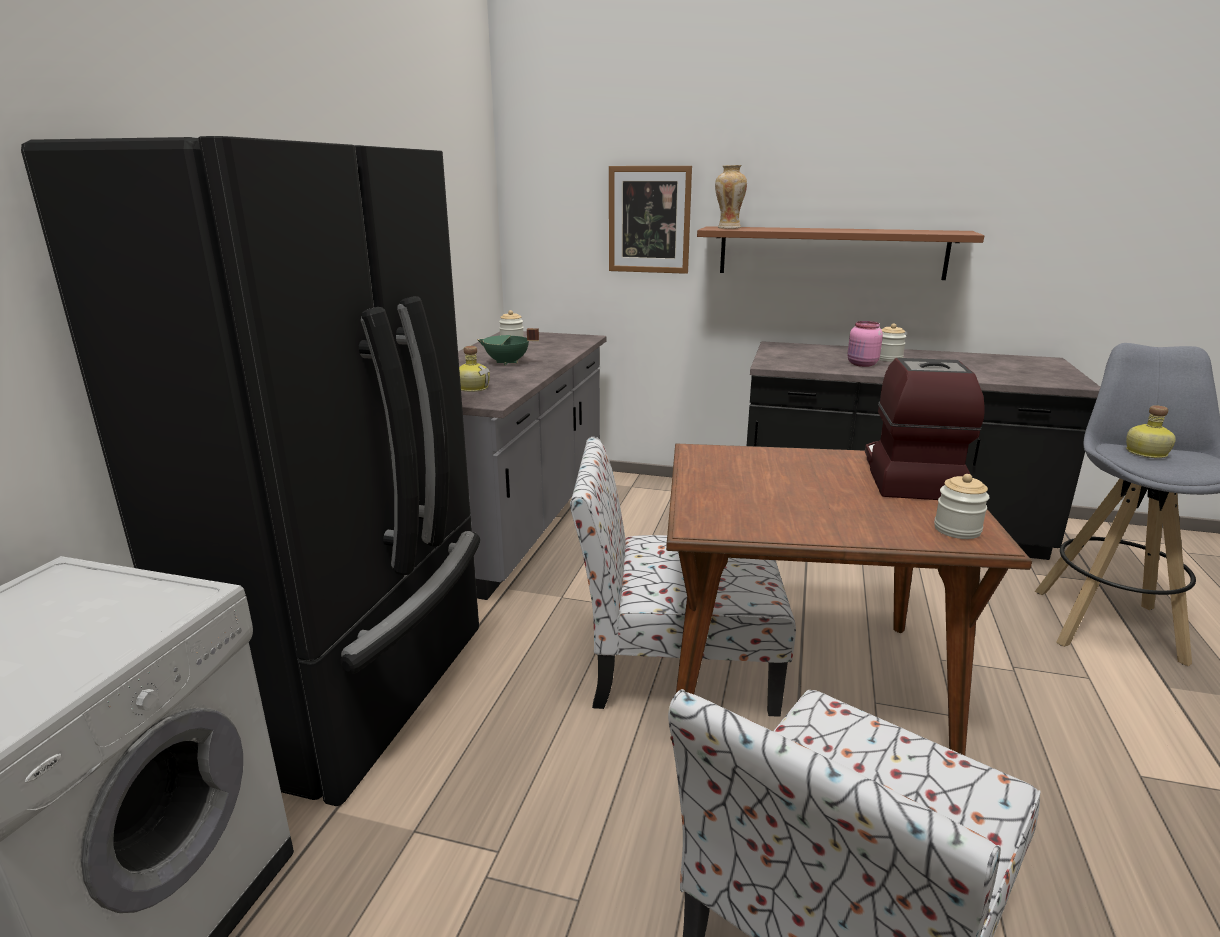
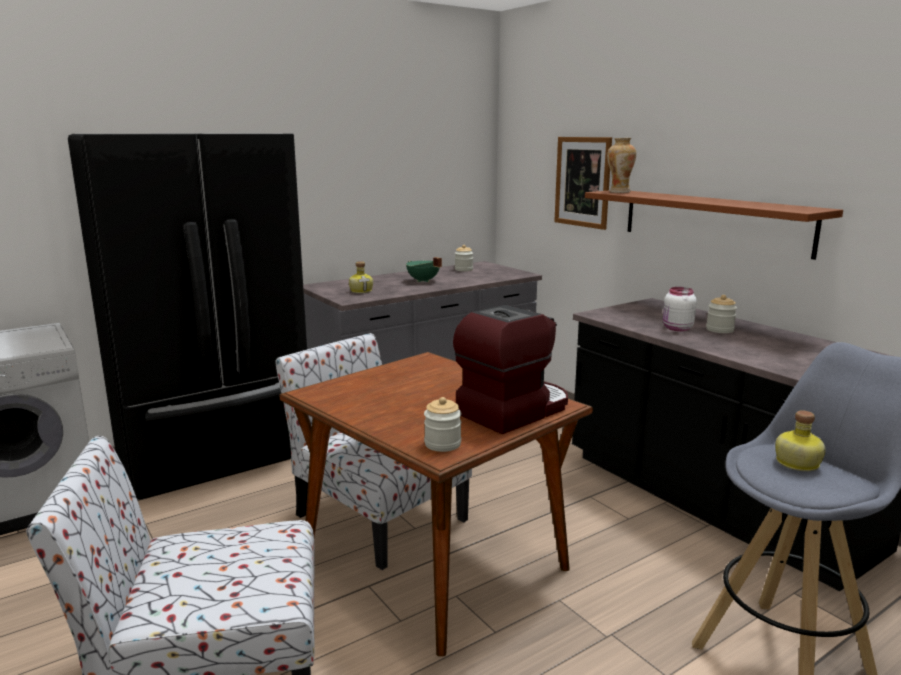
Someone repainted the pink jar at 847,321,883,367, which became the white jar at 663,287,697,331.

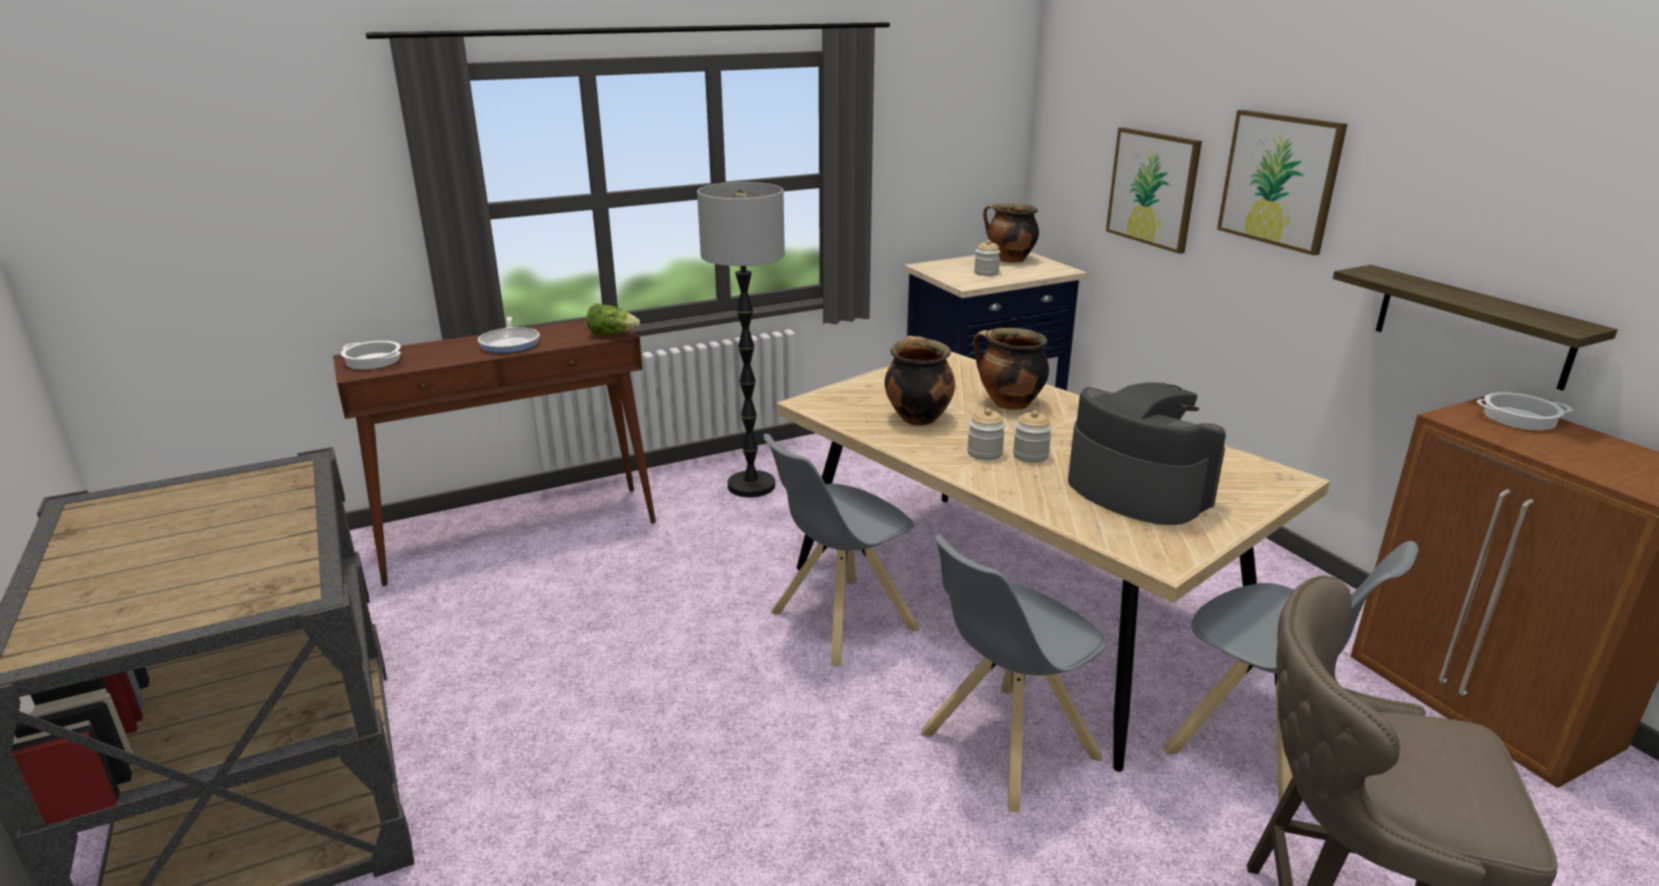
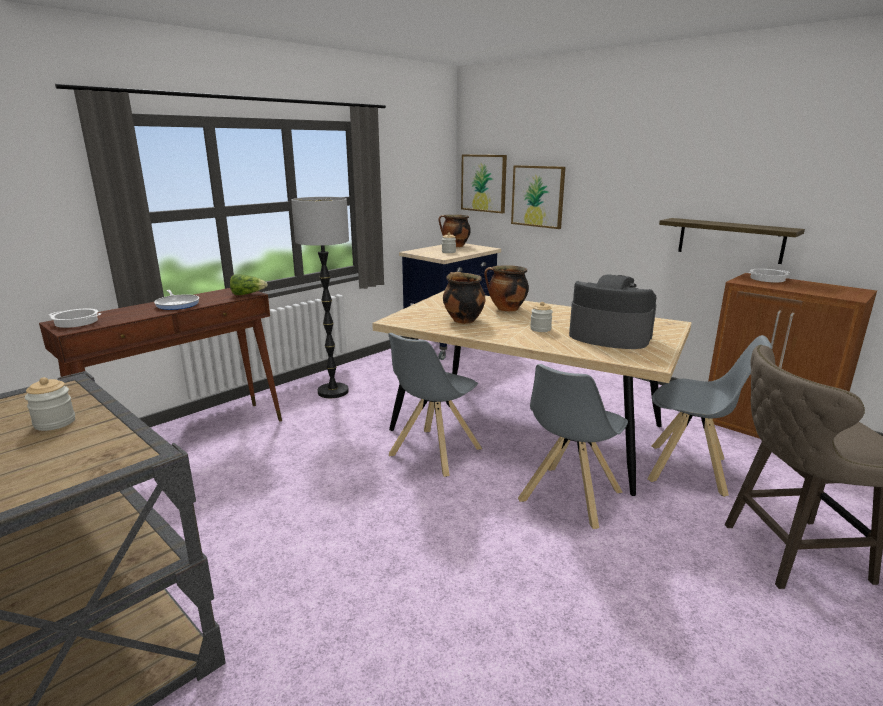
Someone carried the jar from 967,408,1005,460 to 25,377,75,431.
Someone carried the picture from 1217,110,1347,255 to 461,154,507,213.

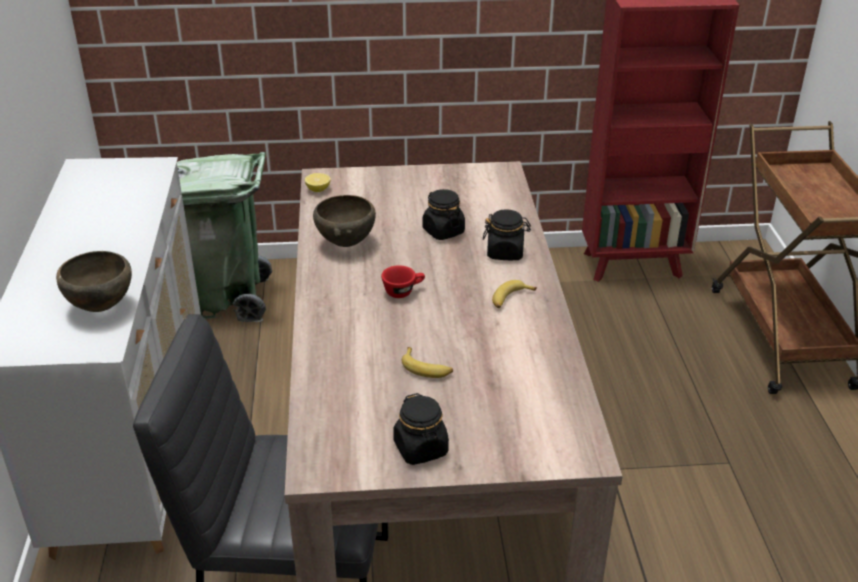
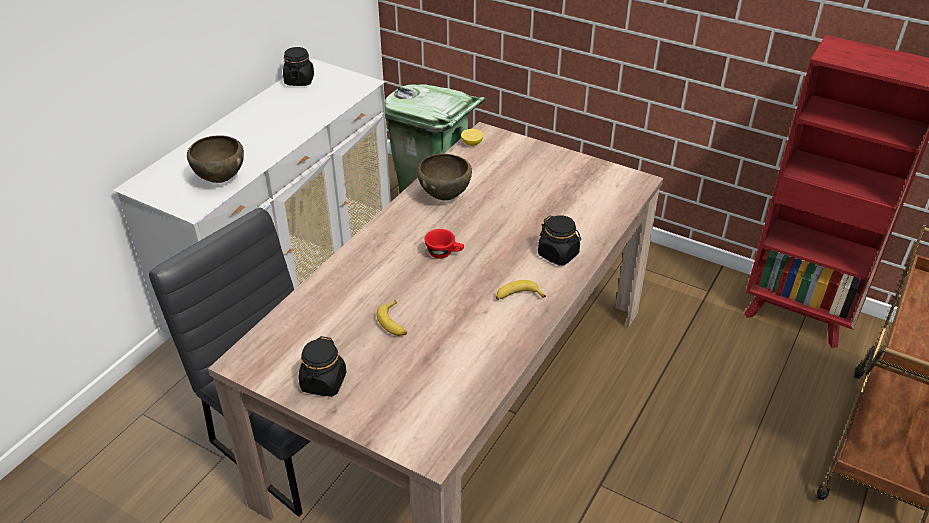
Someone carried the black jar from 422,189,465,240 to 283,47,314,86.

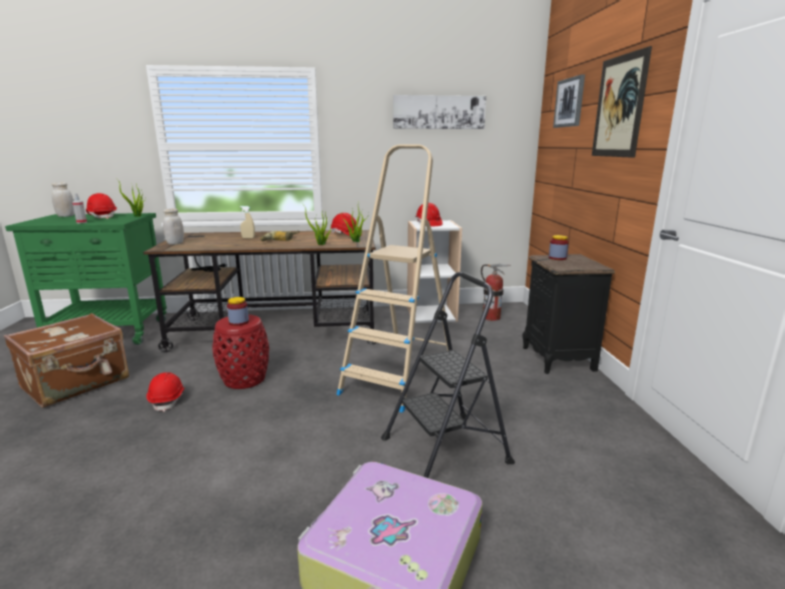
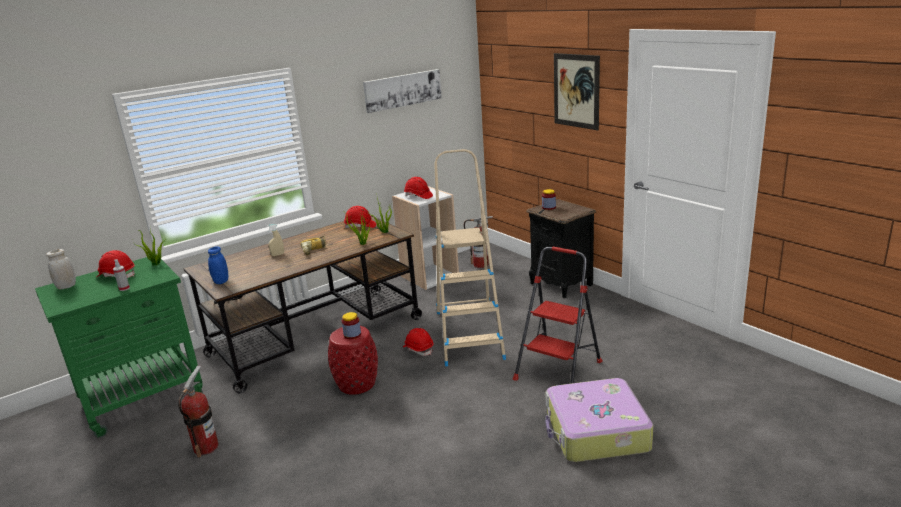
Someone took away the picture at 553,74,585,128.
Someone carried the red hard hat from 146,372,185,412 to 403,328,433,356.
Someone swapped the brown suitcase at 4,313,129,408 for the fire extinguisher at 178,366,219,458.
Someone repainted the white jar at 163,209,184,245, which became the blue jar at 208,246,228,284.
Someone repainted the black step ladder at 381,272,515,478, which became the red step ladder at 512,247,603,384.

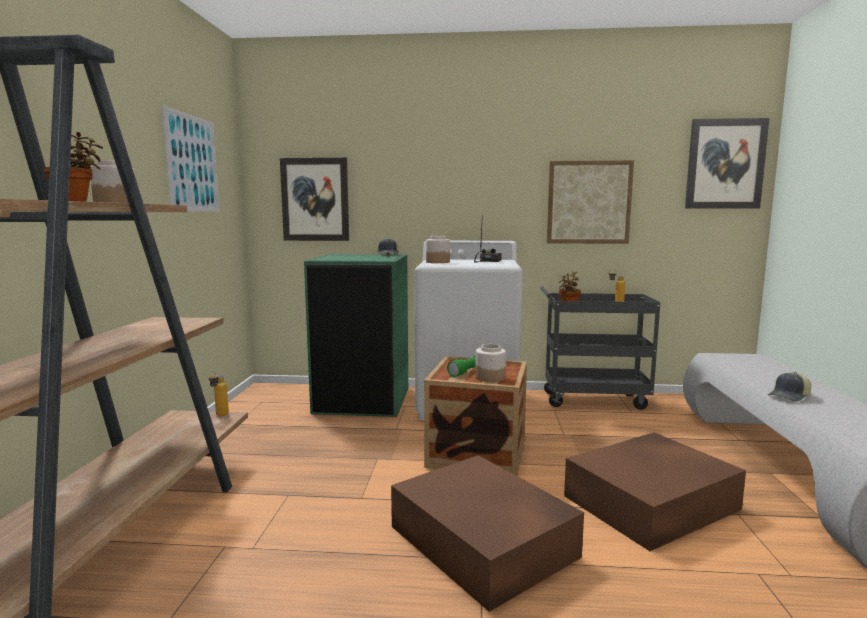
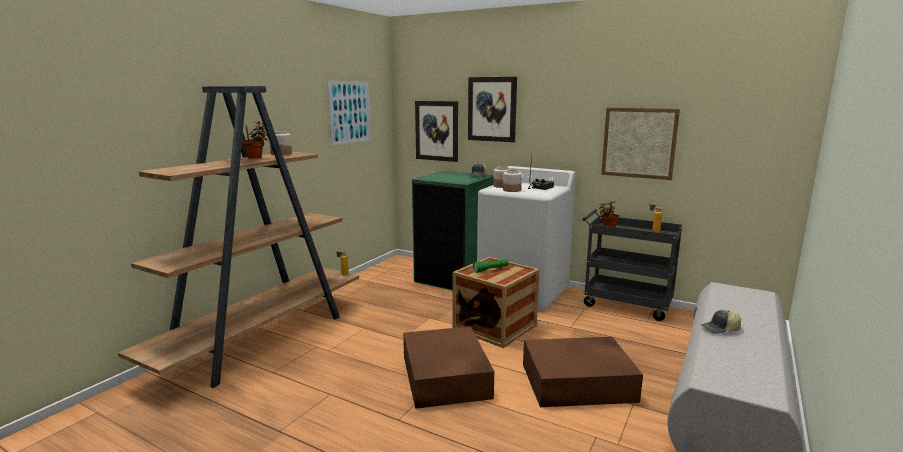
Someone carried the jar from 475,344,506,382 to 503,169,522,192.
Someone carried the picture from 685,118,770,209 to 468,77,517,142.

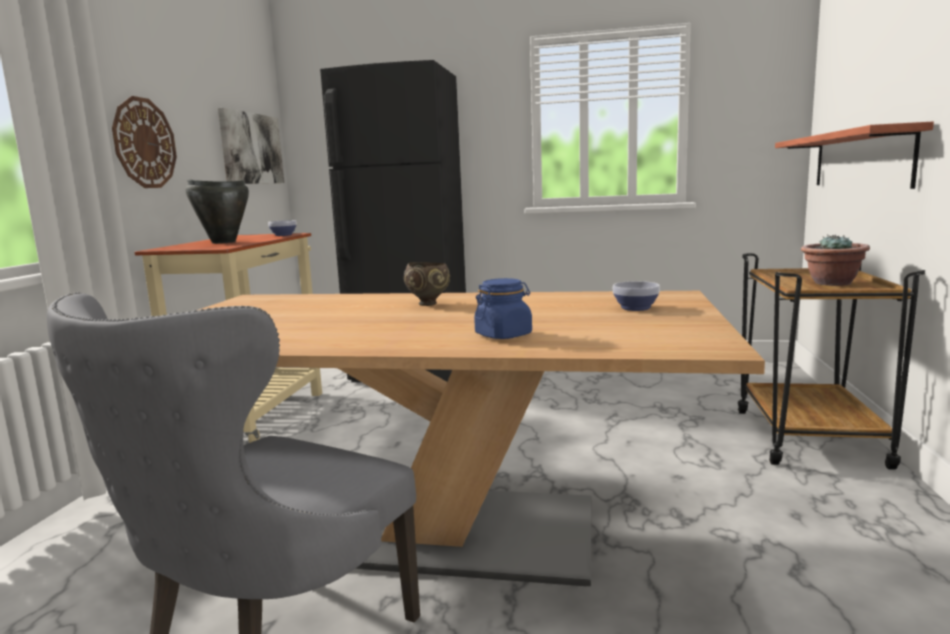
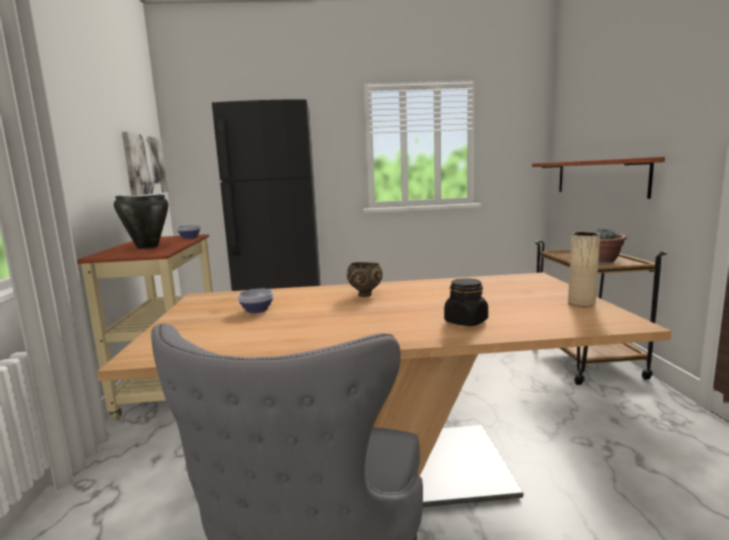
Someone took away the wall clock at 112,96,177,188.
Someone put down the beige vase at 568,232,600,306.
Someone carried the bowl from 613,281,660,311 to 238,289,274,313.
Someone repainted the blue jar at 474,278,532,339, which became the black jar at 444,278,488,326.

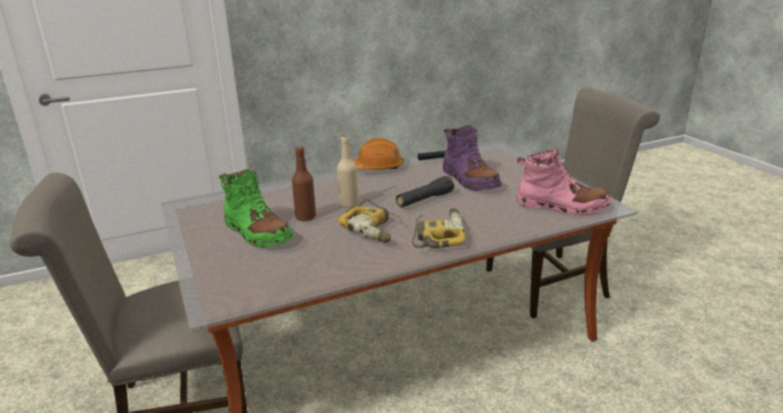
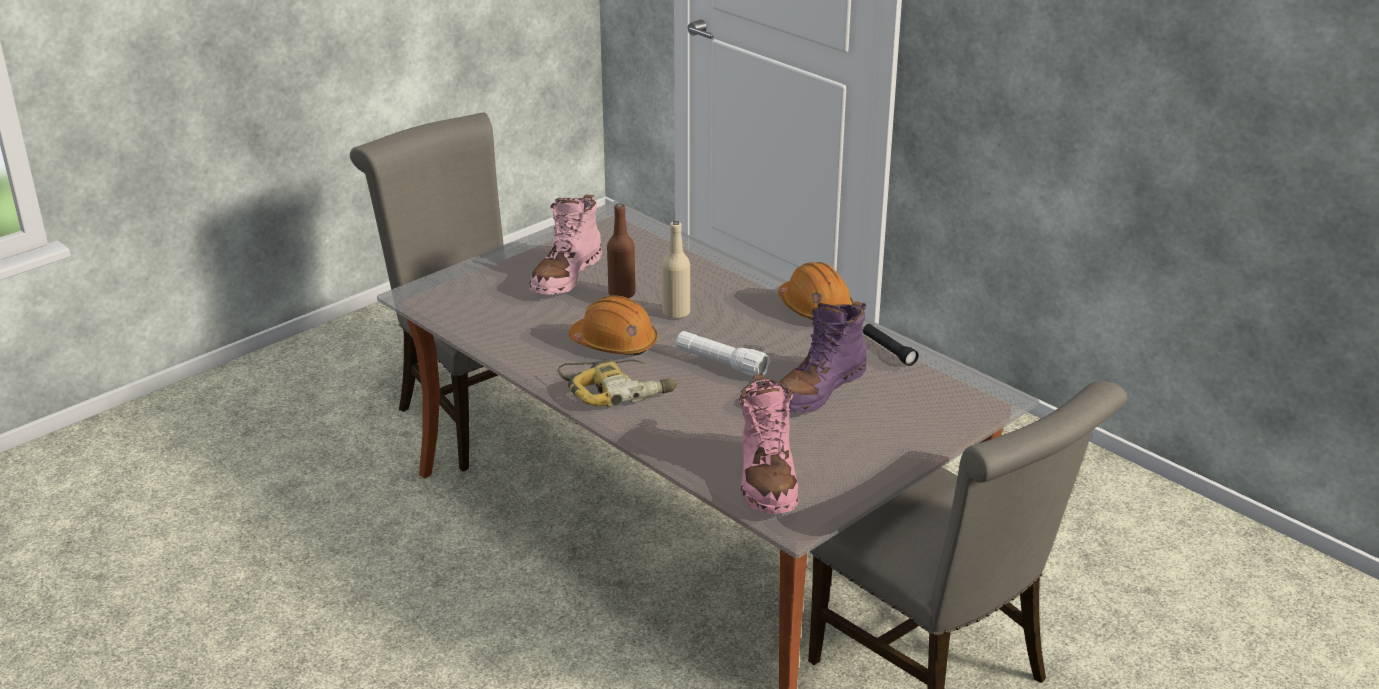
Someone swapped the power drill at 337,199,403,243 for the orange hard hat at 569,296,658,356.
Someone repainted the green boot at 219,169,293,247, which became the pink boot at 529,195,602,295.
Someone repainted the black flashlight at 396,176,454,208, which became the white flashlight at 676,331,770,377.

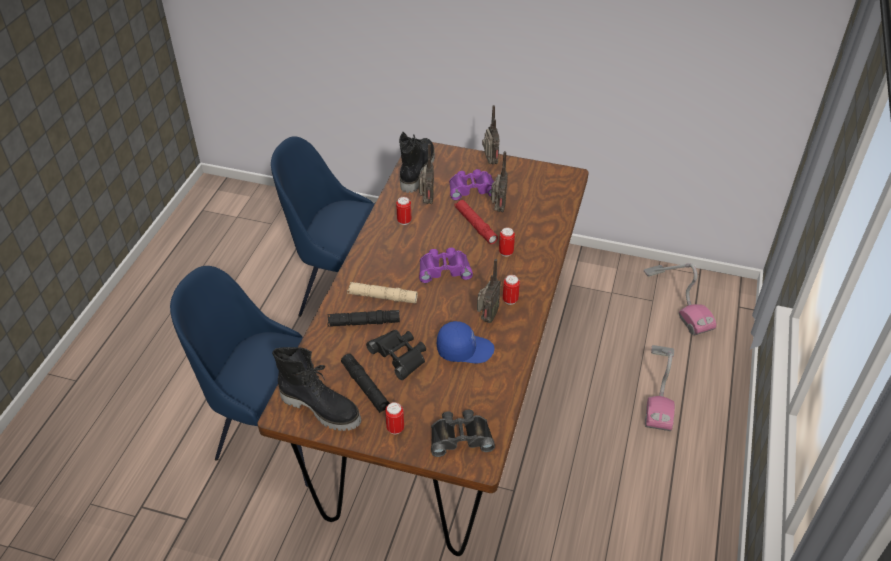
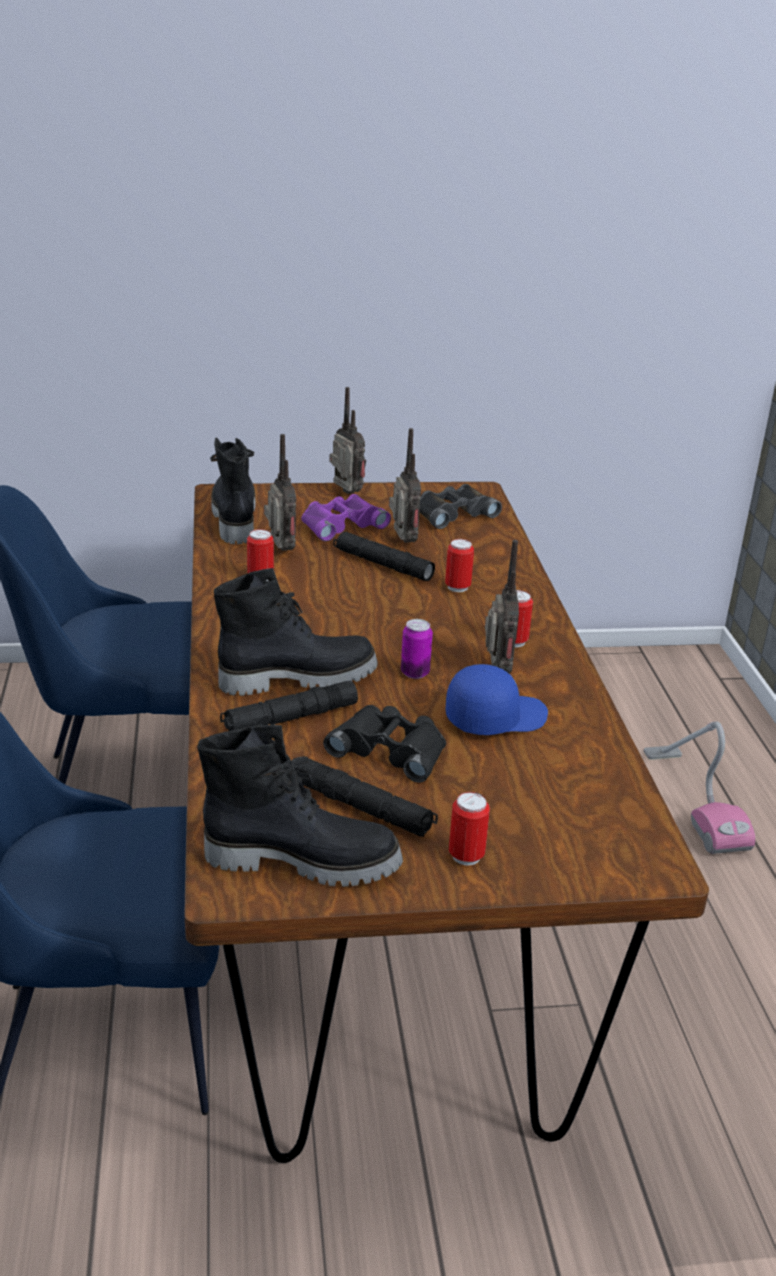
Someone took away the purple binoculars at 419,248,473,283.
Someone took away the vacuum cleaner at 644,263,716,336.
Someone put down the can at 401,619,433,679.
Someone carried the black binoculars from 431,410,495,457 to 419,484,502,529.
Someone swapped the beige flashlight at 347,282,418,303 for the black boot at 214,568,378,696.
Someone repainted the red flashlight at 454,200,498,244, which became the black flashlight at 333,532,435,581.

